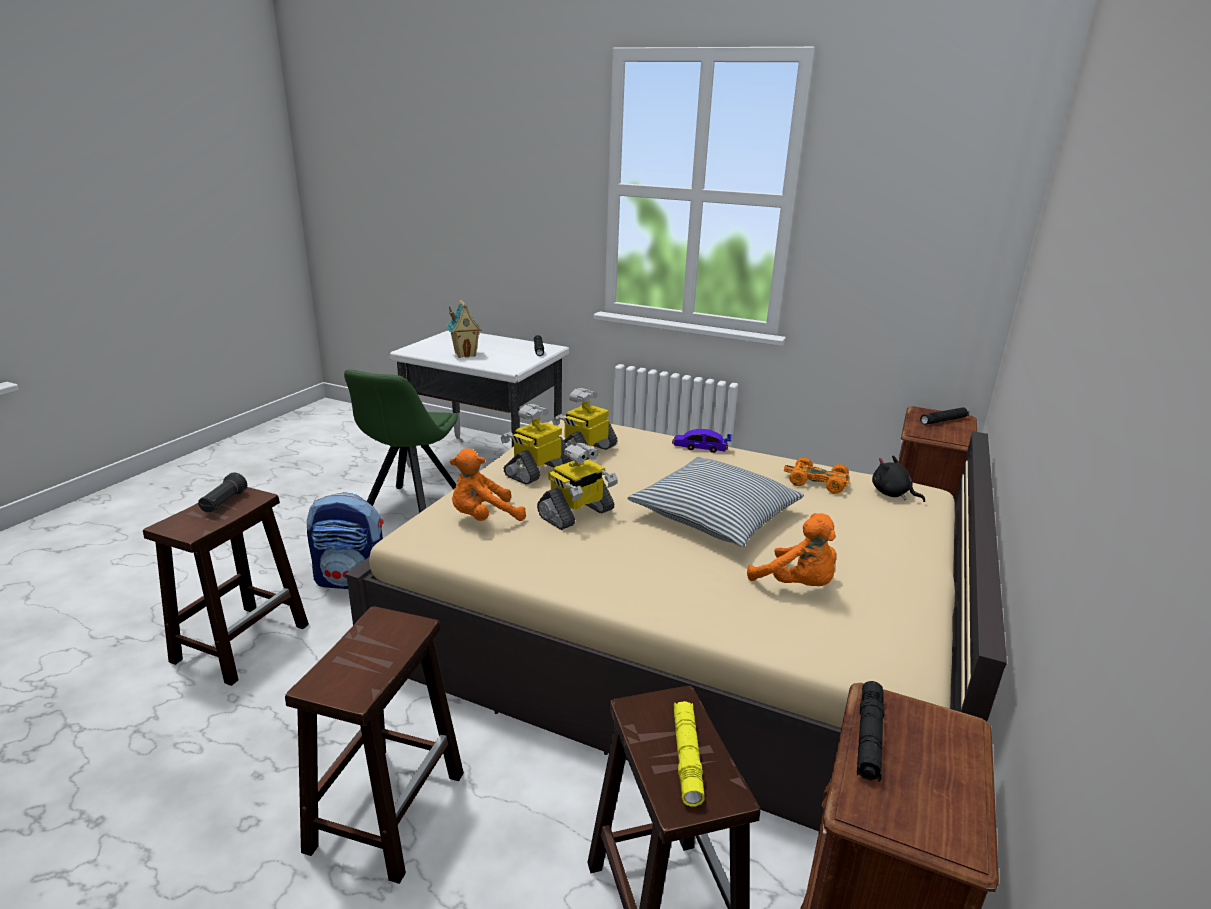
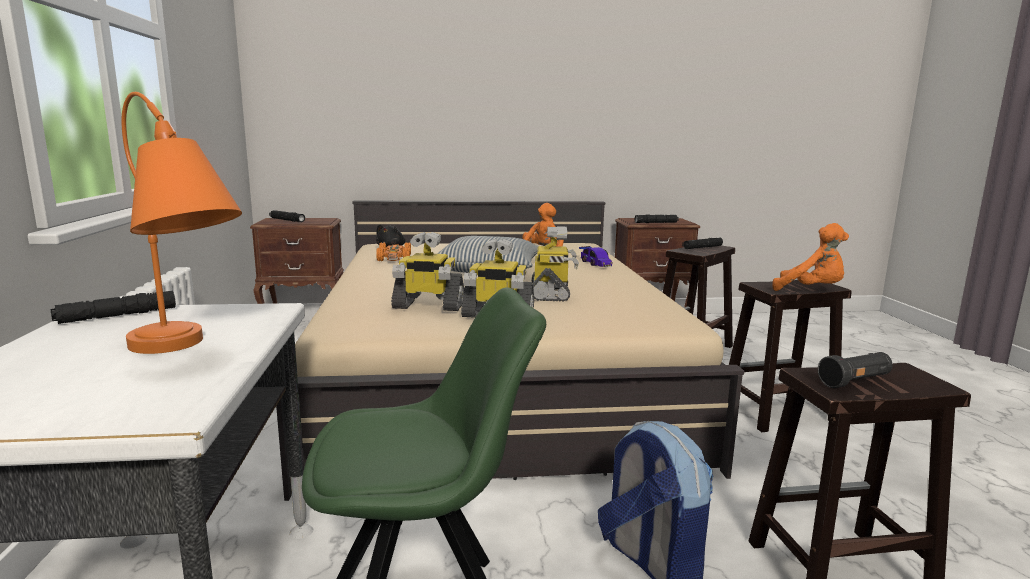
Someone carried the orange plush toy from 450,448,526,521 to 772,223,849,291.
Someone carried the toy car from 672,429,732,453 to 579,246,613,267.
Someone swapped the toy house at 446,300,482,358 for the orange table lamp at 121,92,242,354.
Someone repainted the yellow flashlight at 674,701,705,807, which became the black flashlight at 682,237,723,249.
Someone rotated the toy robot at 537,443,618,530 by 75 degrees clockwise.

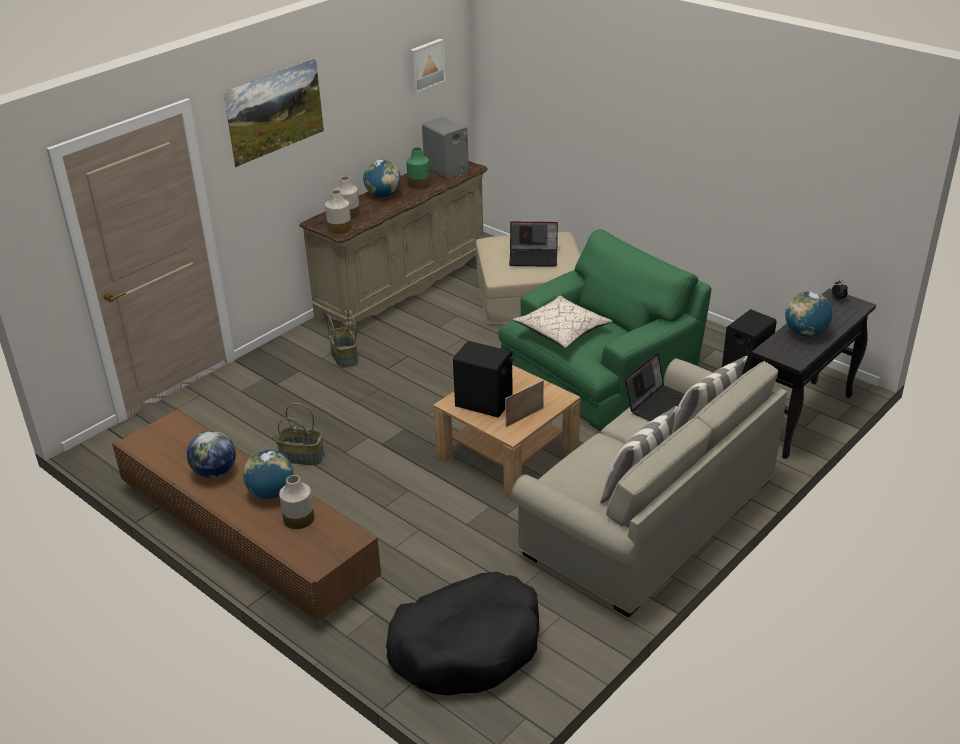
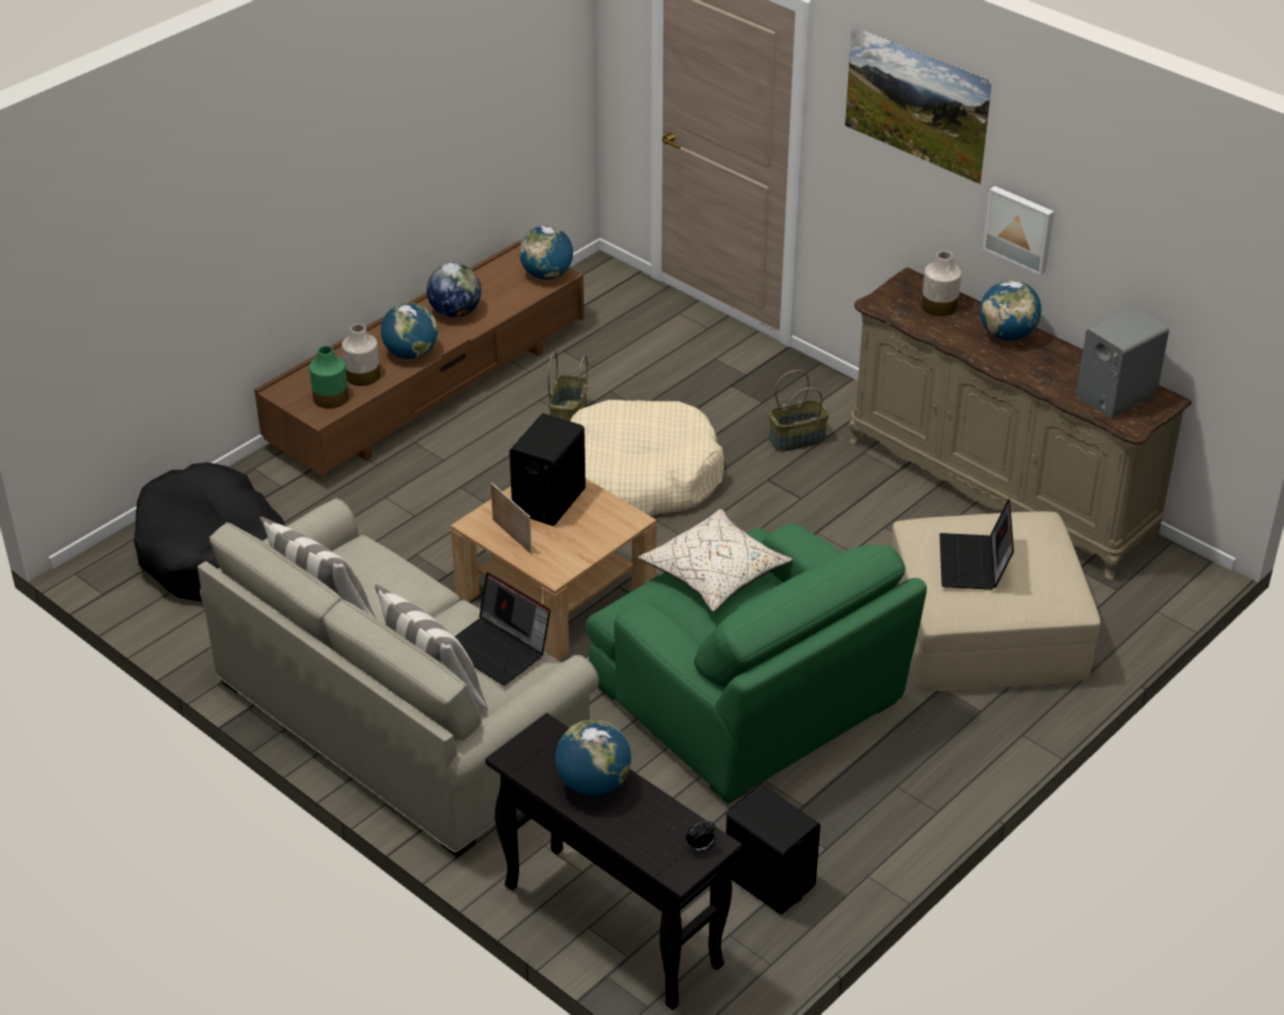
Someone took away the beige vase at 325,190,352,234.
Someone put down the globe at 519,226,573,280.
Someone put down the beige dog bed at 570,400,724,516.
Someone carried the green vase from 406,147,430,189 to 309,346,349,409.
Someone carried the picture from 410,39,445,93 to 983,186,1054,275.

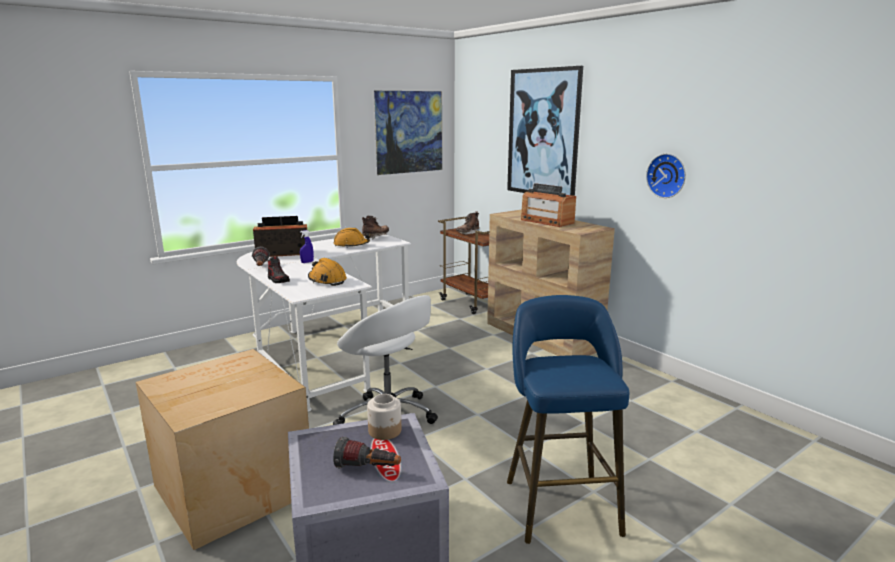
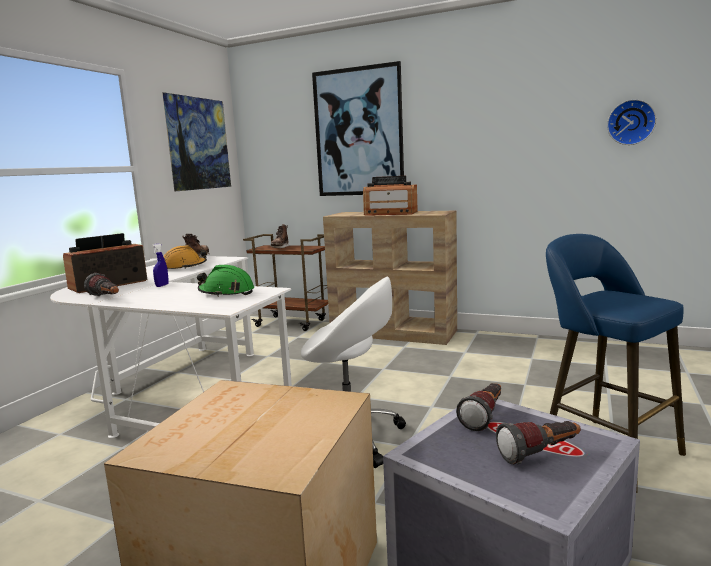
Someone took away the shoe at 268,257,290,283.
Someone carried the wall clock from 646,154,686,198 to 607,99,656,145.
Someone swapped the jar at 367,394,401,440 for the flashlight at 456,383,501,431.
Someone repainted the orange hard hat at 308,258,347,286, which became the green hard hat at 197,265,254,297.

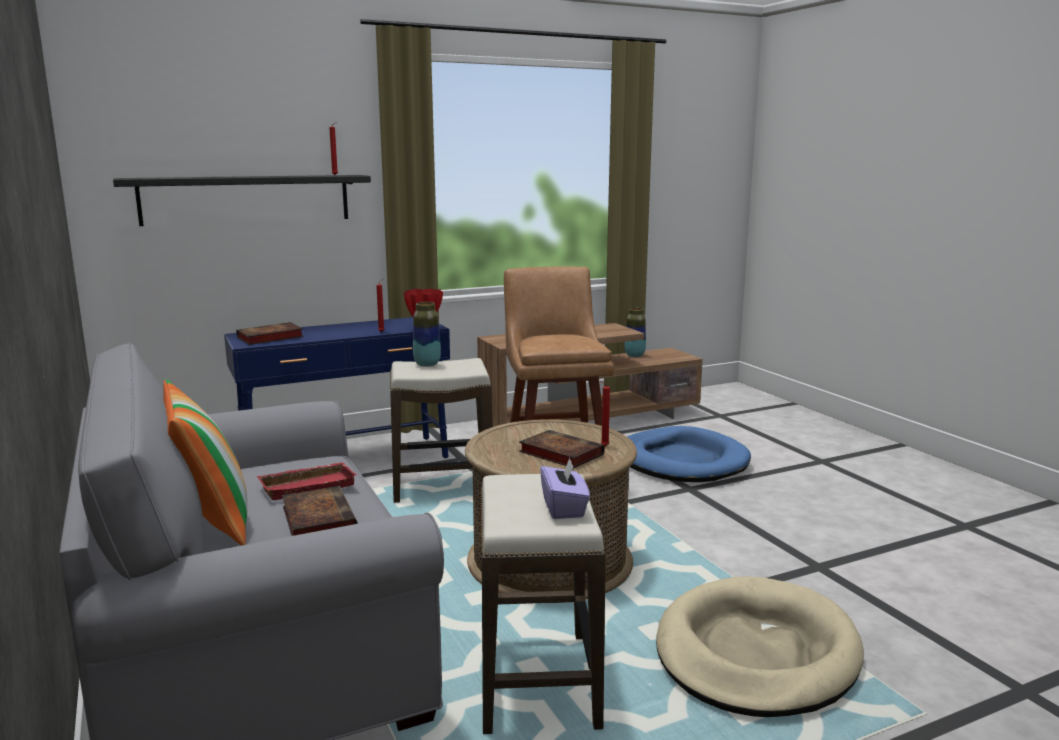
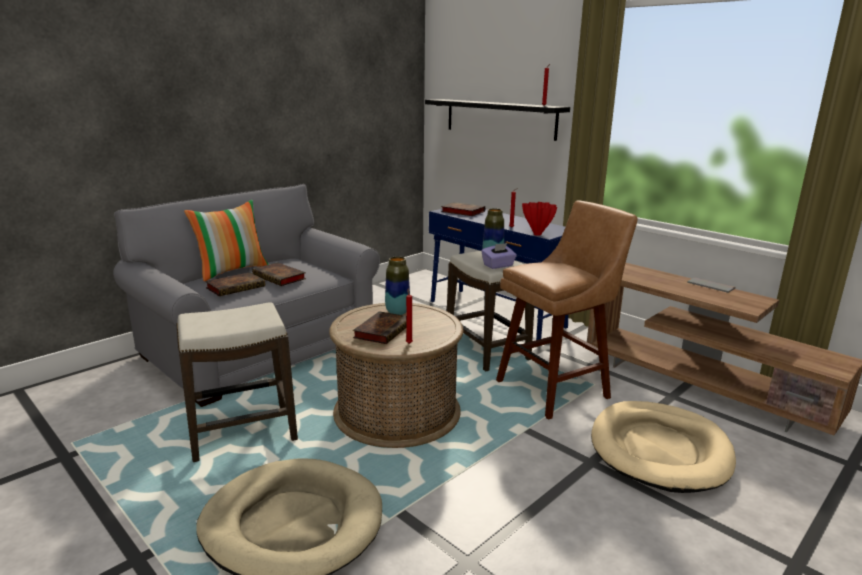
Someone carried the purple tissue box from 540,458,590,519 to 481,243,517,269.
Someone carried the vase from 625,308,646,357 to 385,256,410,315.
Someone swapped the red tray at 257,462,357,500 for the book at 252,262,306,286.
Someone repainted the blue dog bed at 627,426,751,482, which became the beige dog bed at 591,401,736,493.

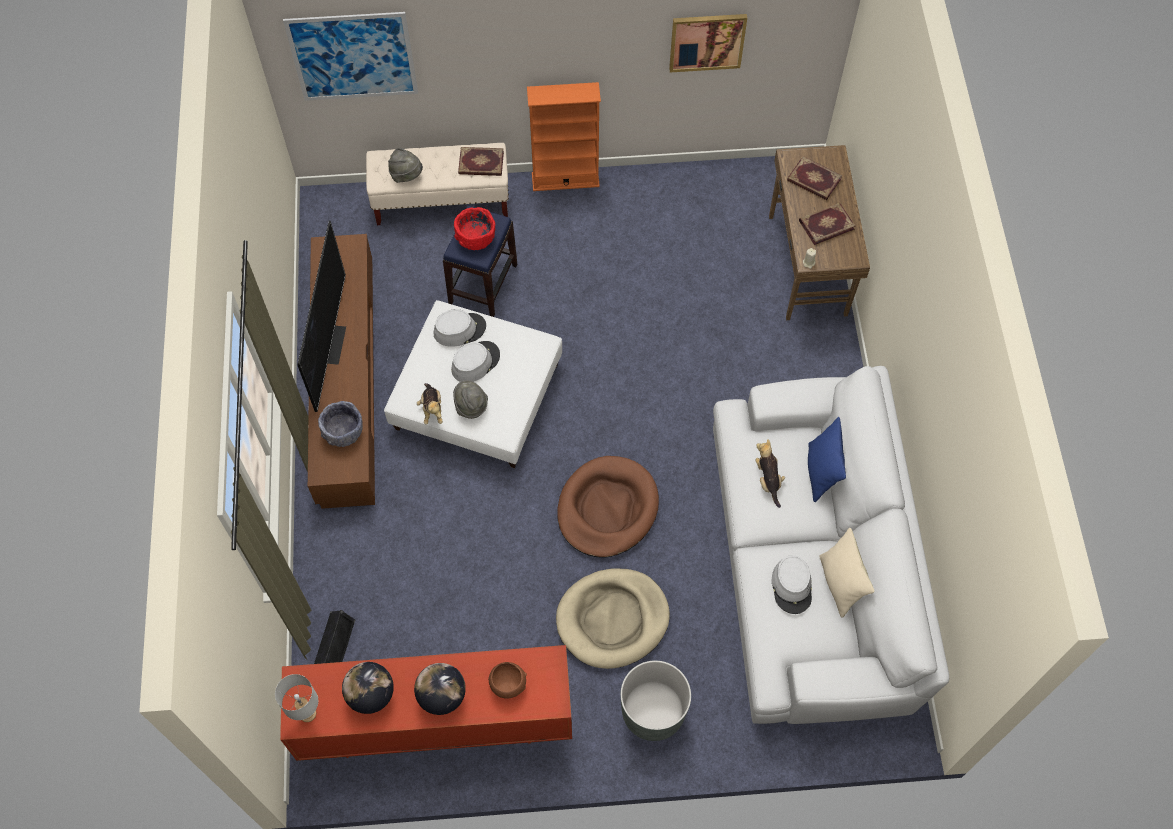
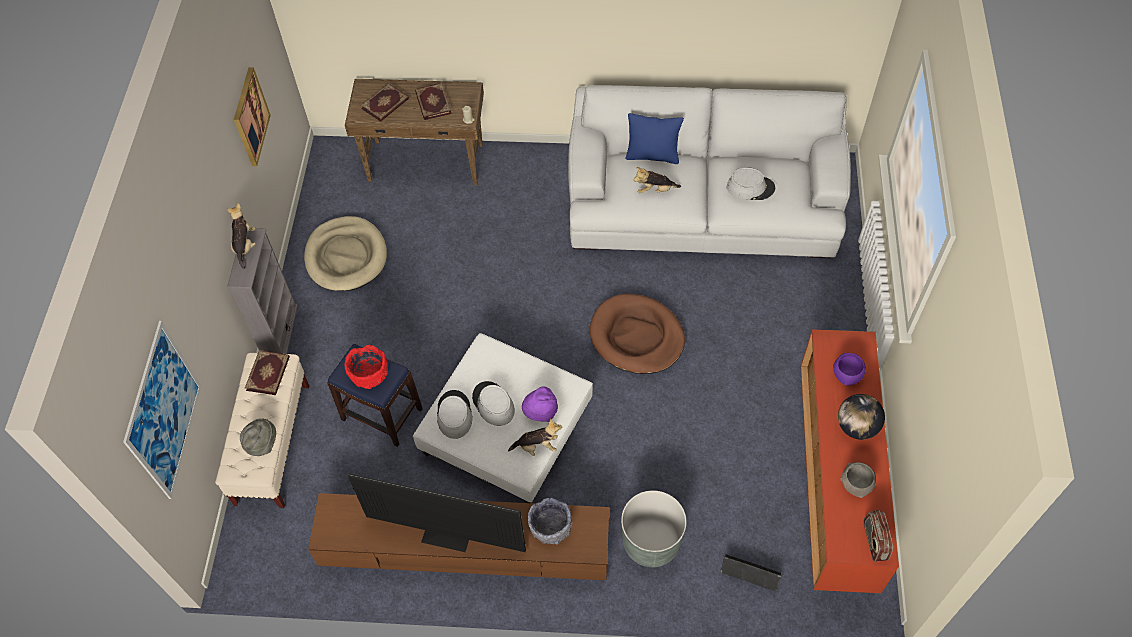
Someone took away the beige pillow at 819,528,874,618.
Someone put down the plush toy at 227,203,256,269.
Someone carried the beige dog bed from 556,568,670,669 to 304,216,387,291.
Someone carried the grey planter from 620,661,691,741 to 621,490,687,567.
Someone swapped the grey table lamp at 275,674,318,722 for the radio at 864,510,893,562.
Someone swapped the globe at 342,662,394,714 for the grey bowl at 841,462,876,498.
Someone repainted the grey hat at 453,380,488,419, which became the purple hat at 522,386,558,422.
Someone repainted the brown bowl at 488,662,527,699, which became the purple bowl at 833,353,866,385.
Someone repainted the orange bookcase at 527,82,601,191, which became the grey bookcase at 227,228,298,354.

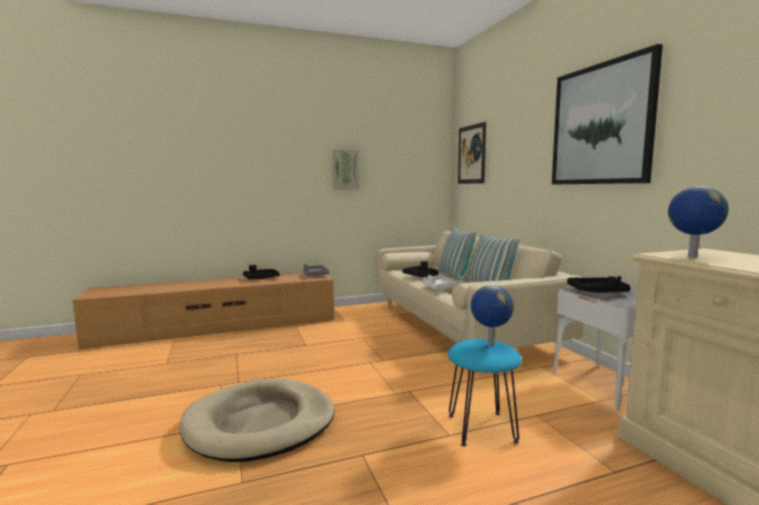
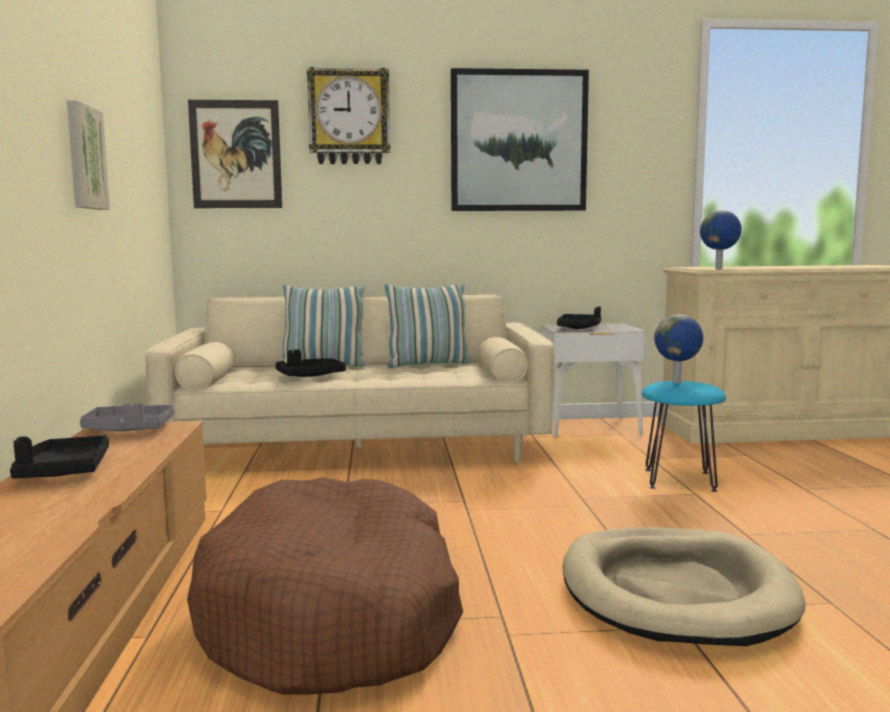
Someone took away the white tray at 423,275,460,289.
Someone put down the brown dog bed at 187,477,463,694.
Someone put up the wall clock at 307,67,390,164.

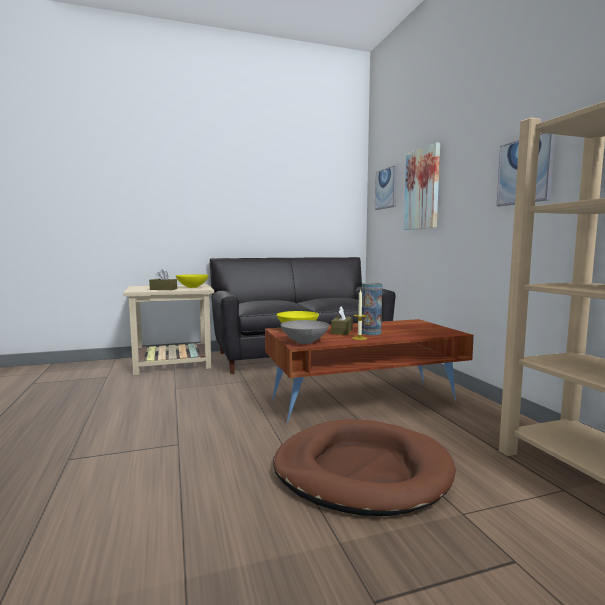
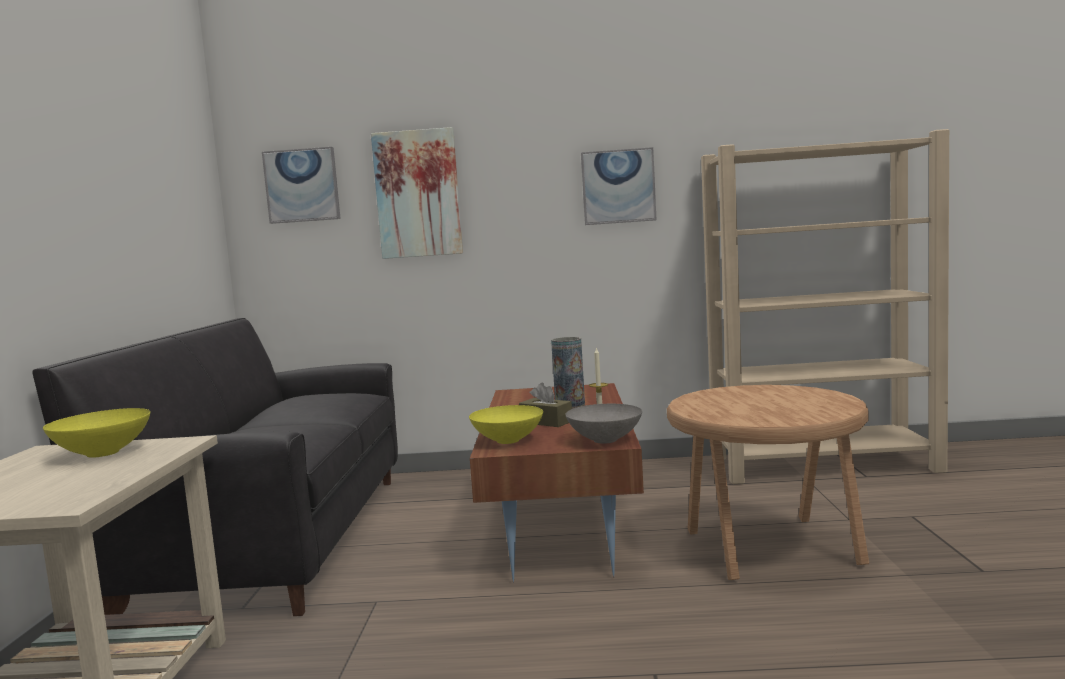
Someone took away the brown tissue box at 149,270,177,290.
Someone swapped the brown dog bed at 273,419,456,516 for the brown side table at 667,385,869,580.

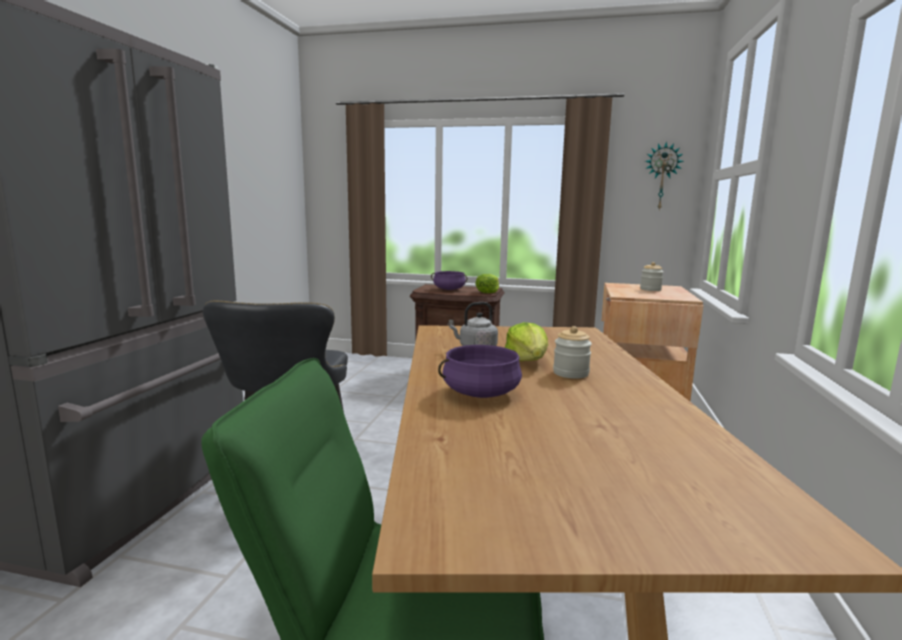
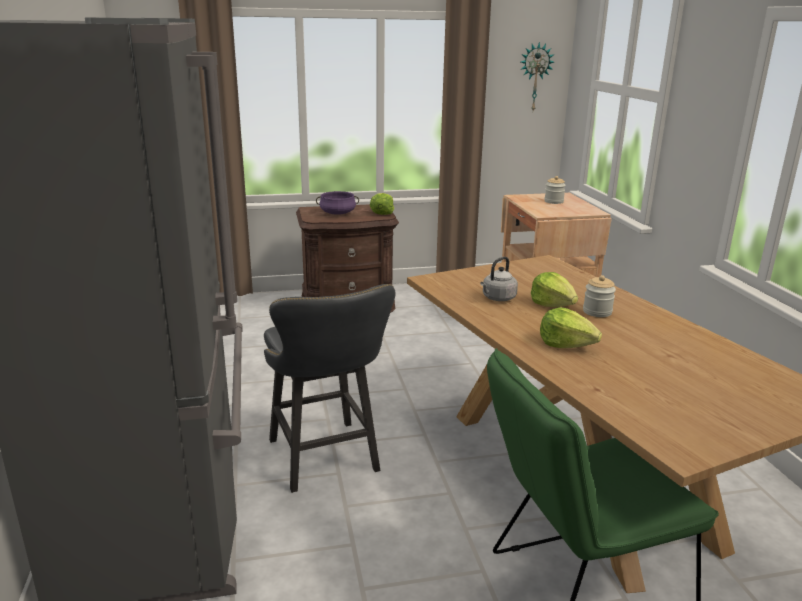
Someone swapped the purple cooking pot at 438,345,522,398 for the lettuce at 540,307,602,348.

